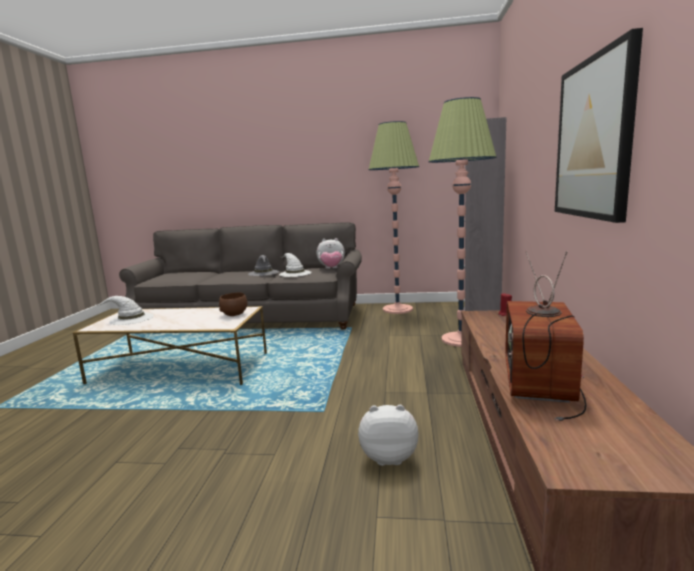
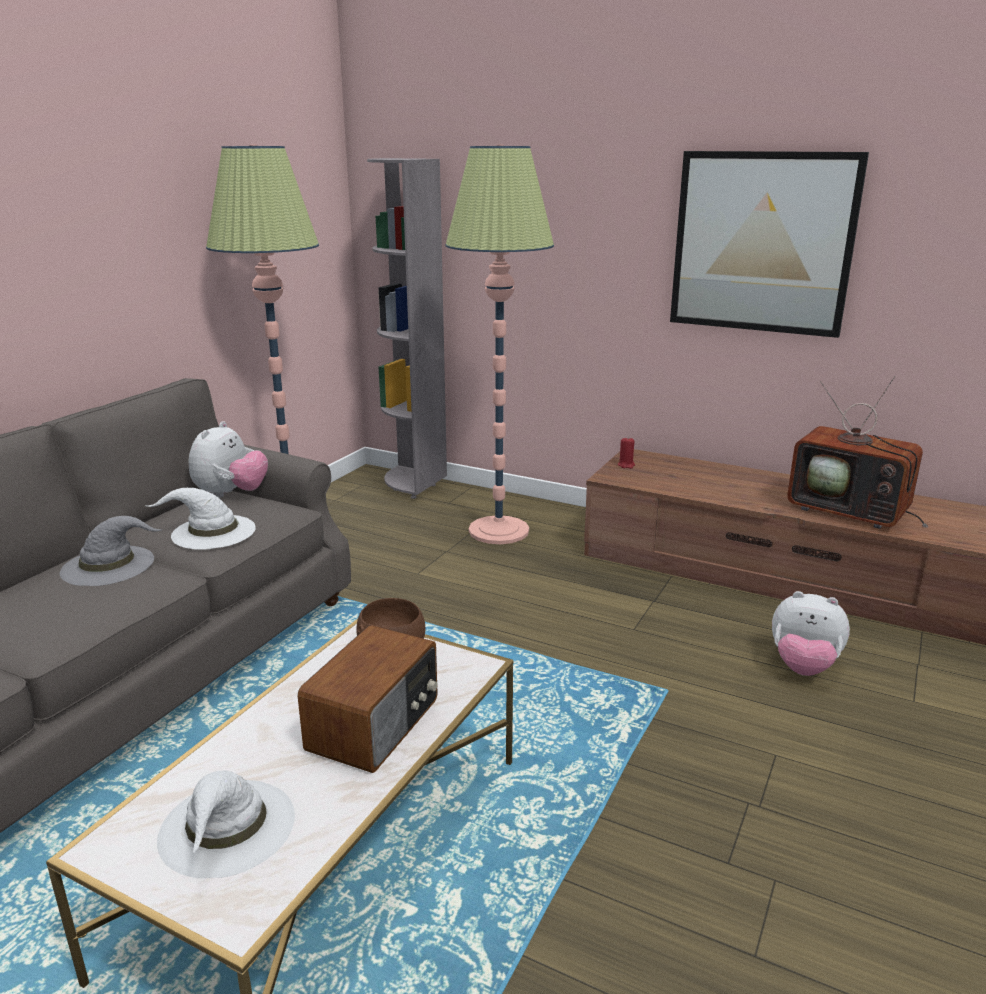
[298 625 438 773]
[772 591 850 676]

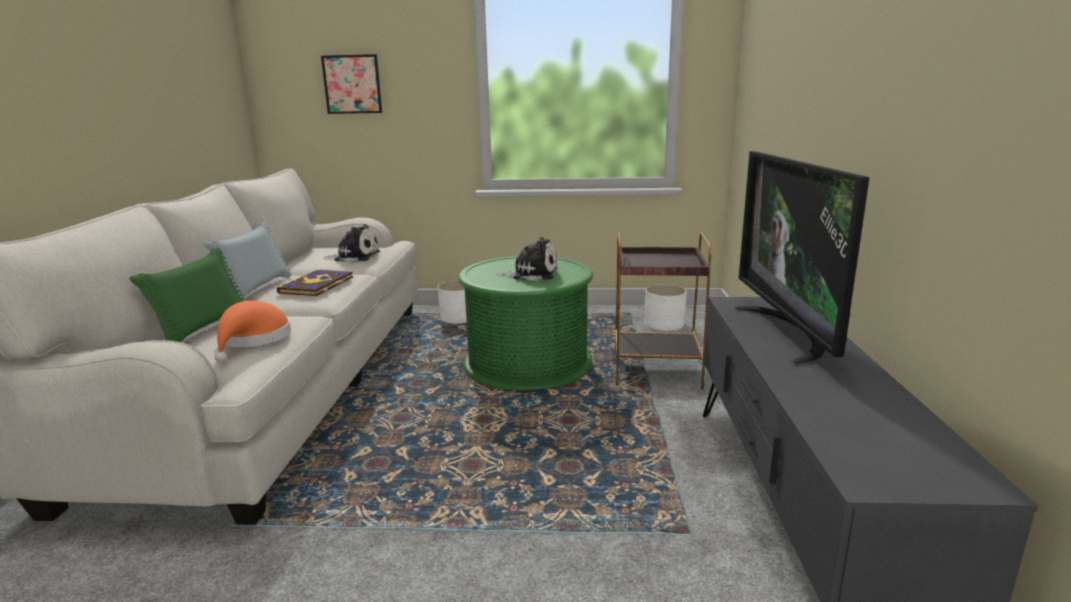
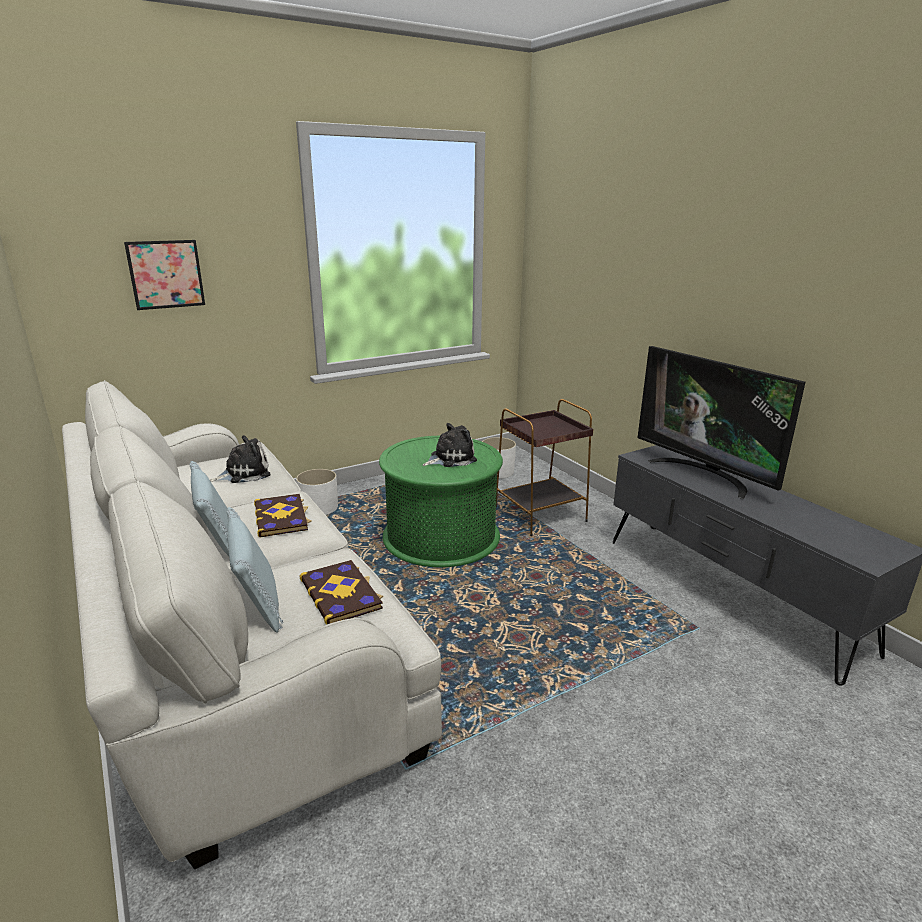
[226 507 283 633]
[300 560 383 625]

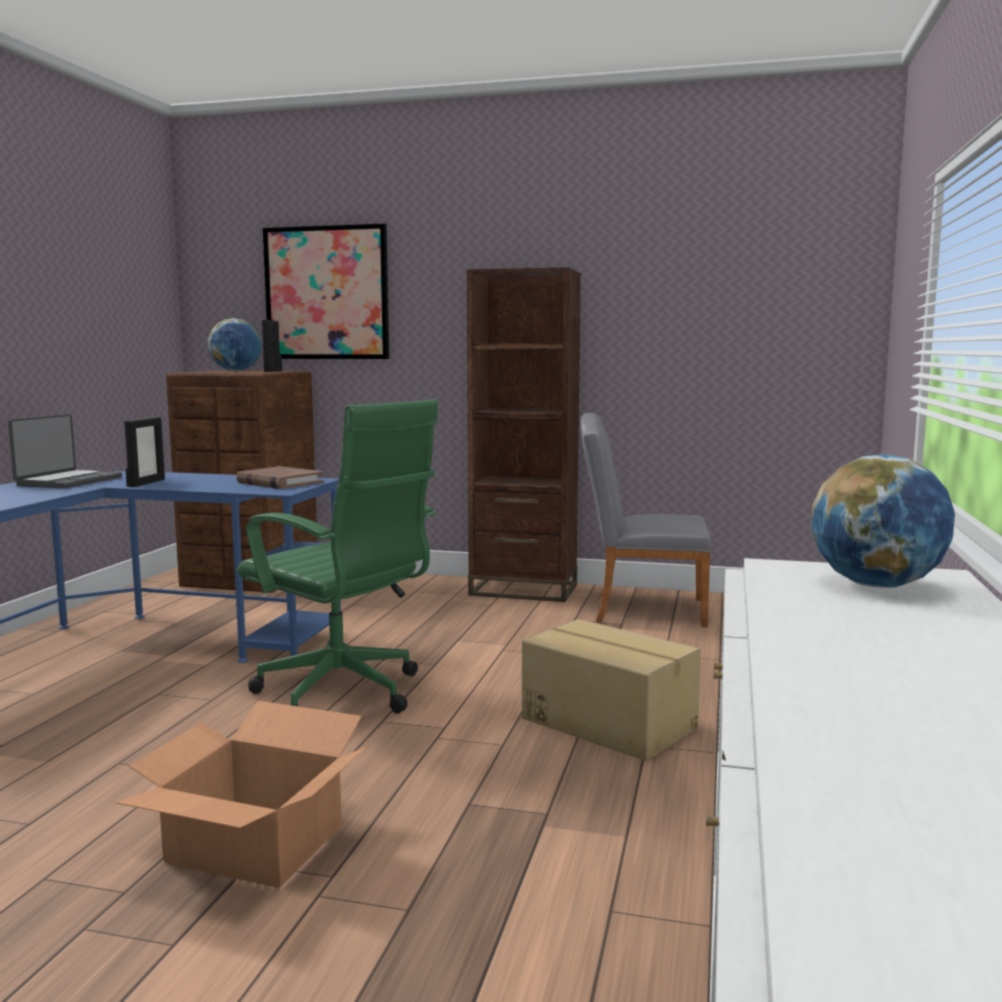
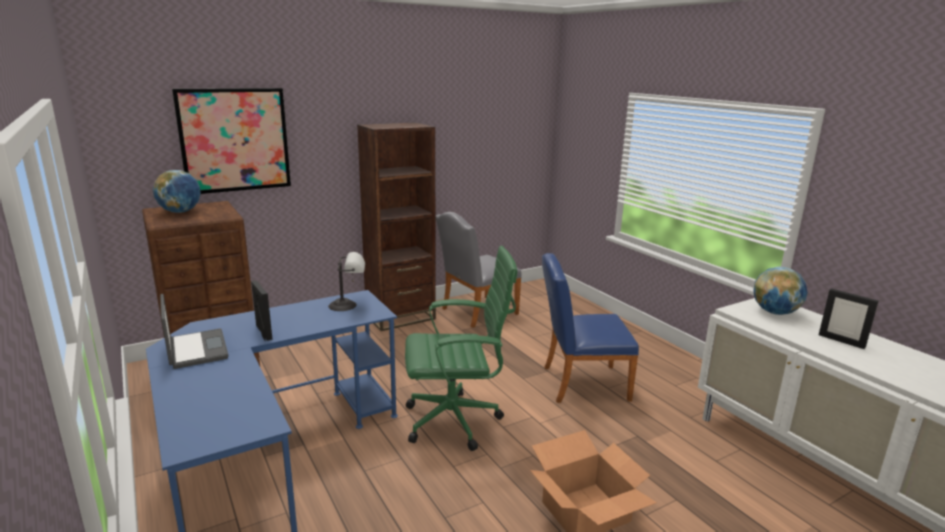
[328 252 365 311]
[542 253 639 403]
[819 288 878 349]

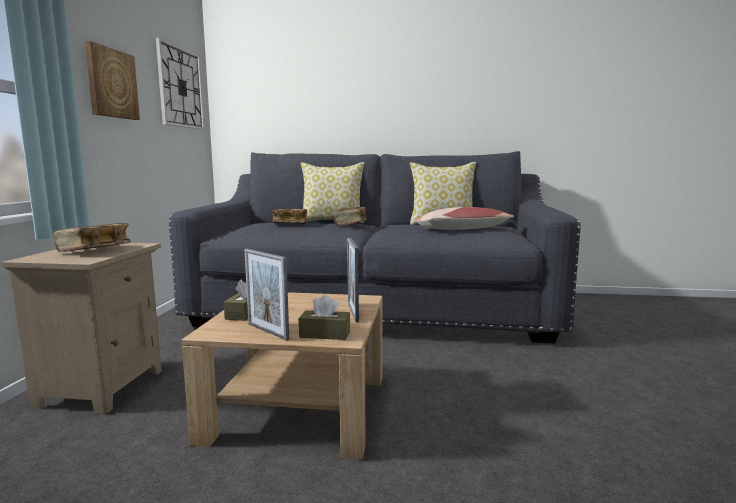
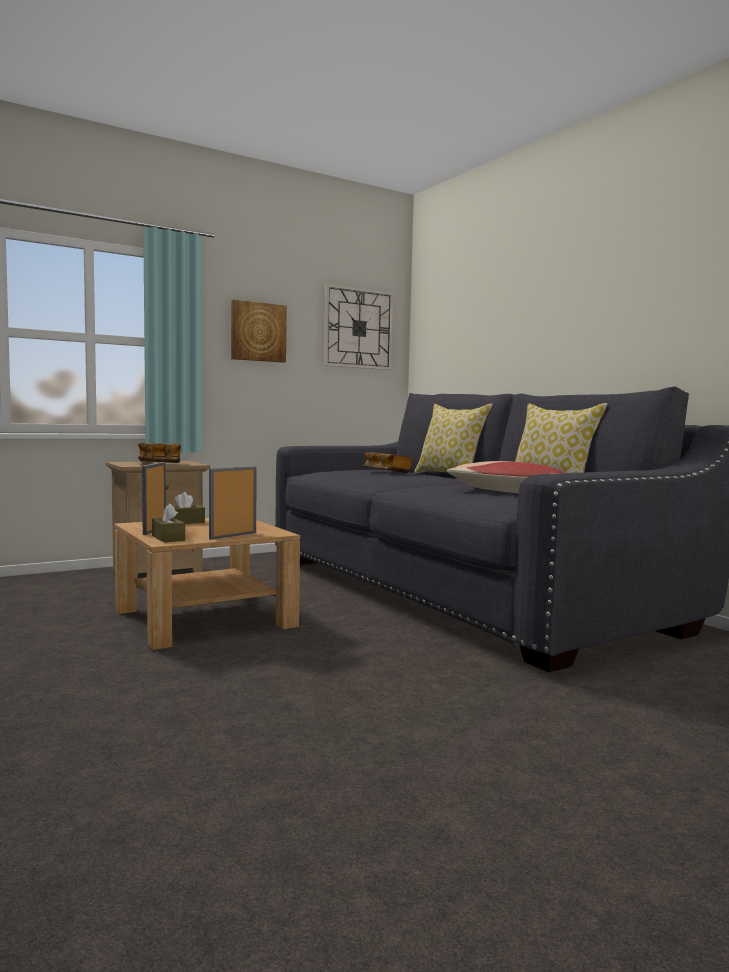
[334 207 367 226] (first image)

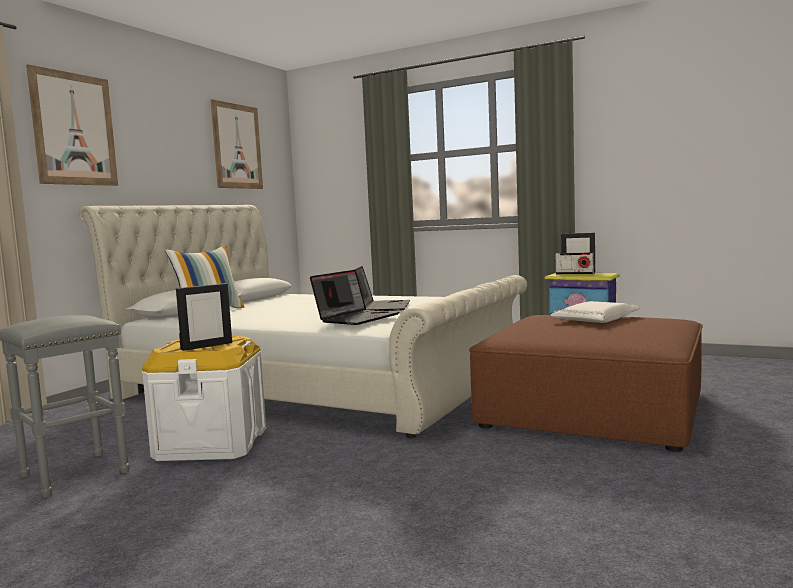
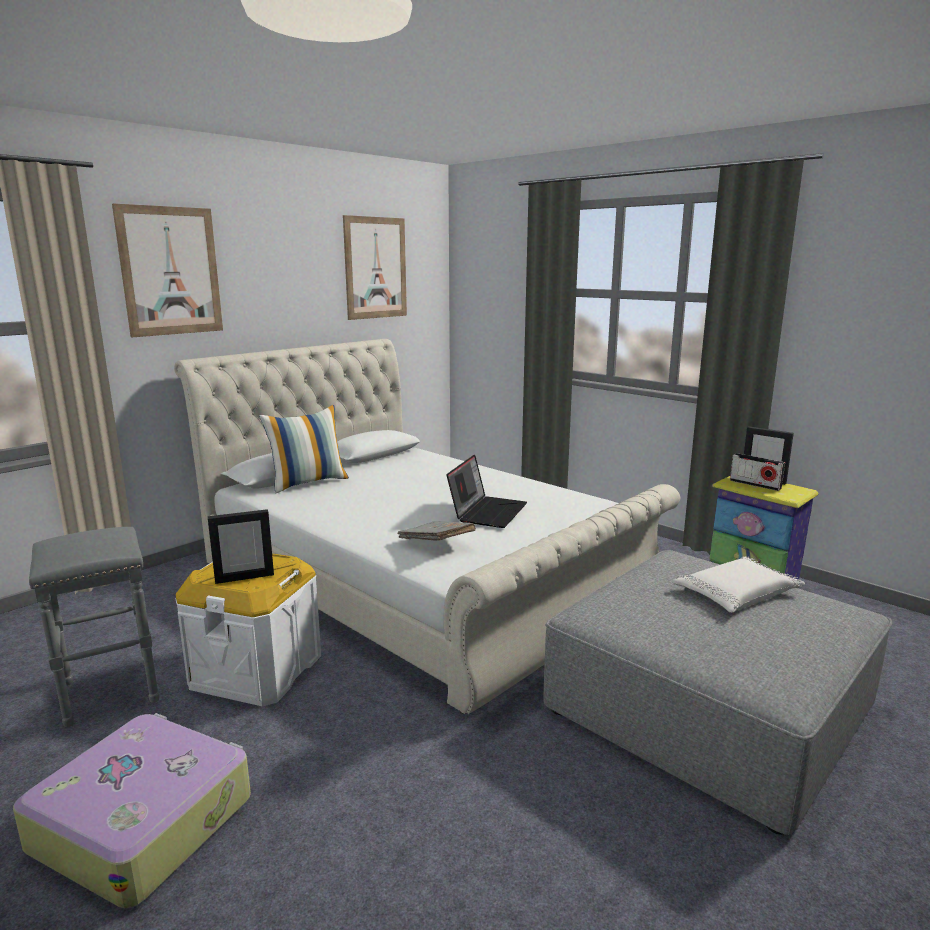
[13 713 251 909]
[397 521 476 541]
[544 550 893 835]

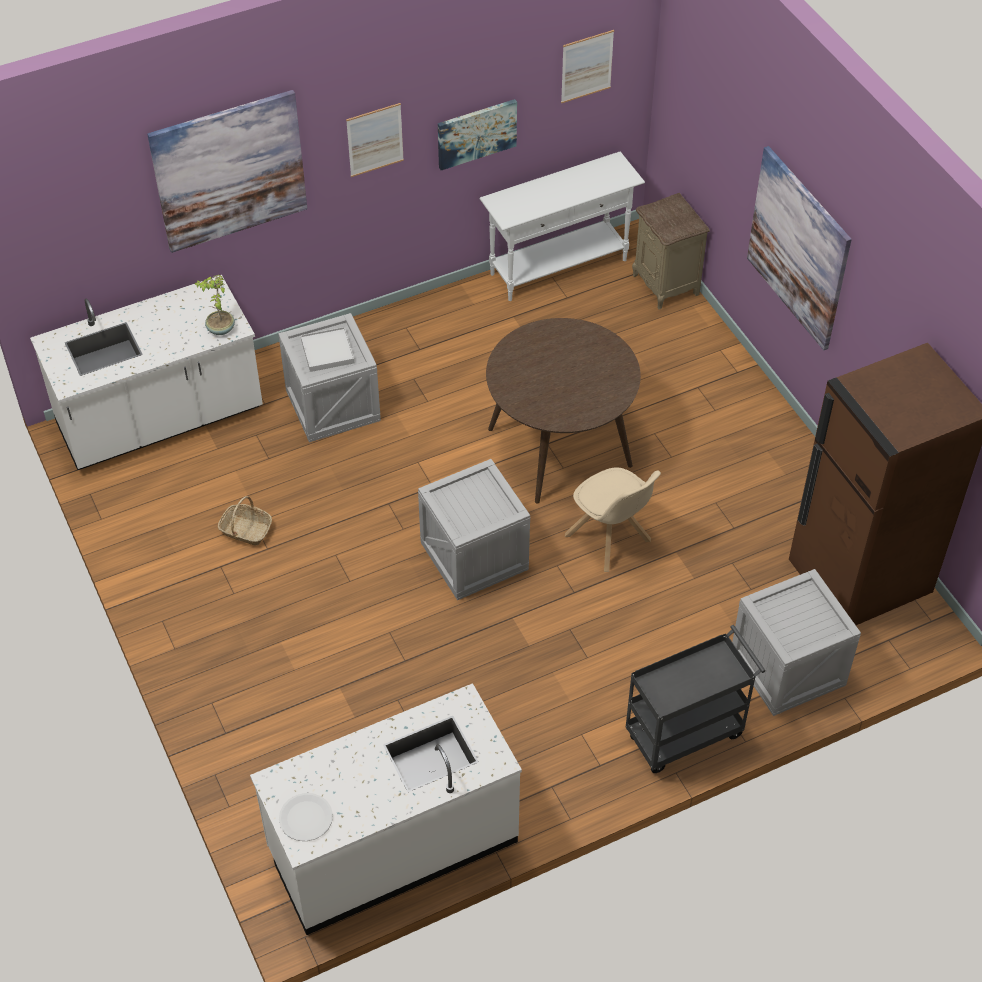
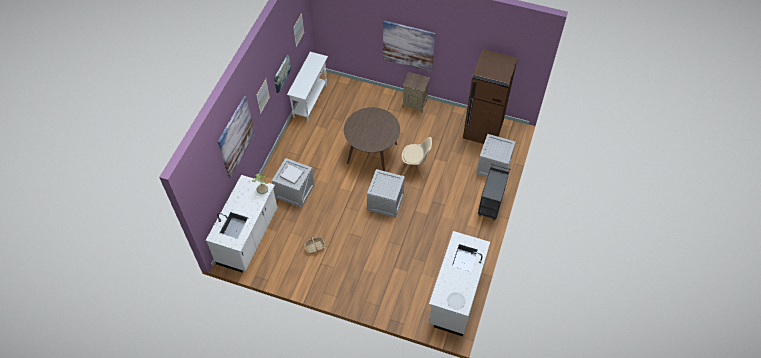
[402 72 430 113]

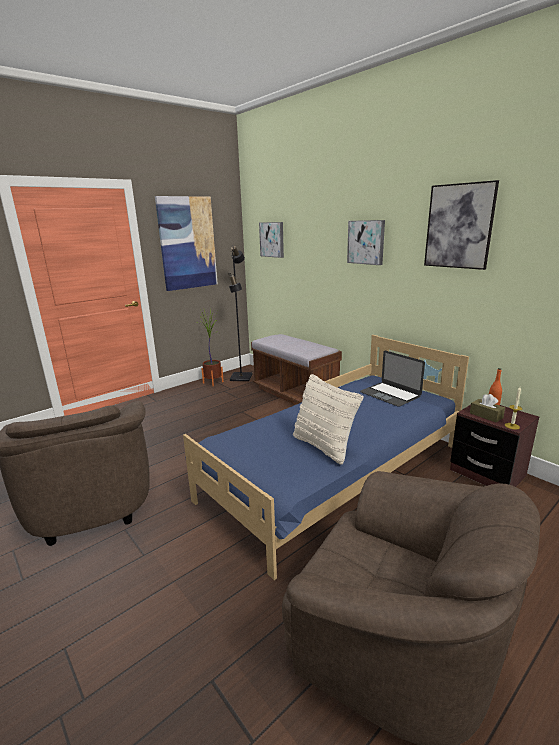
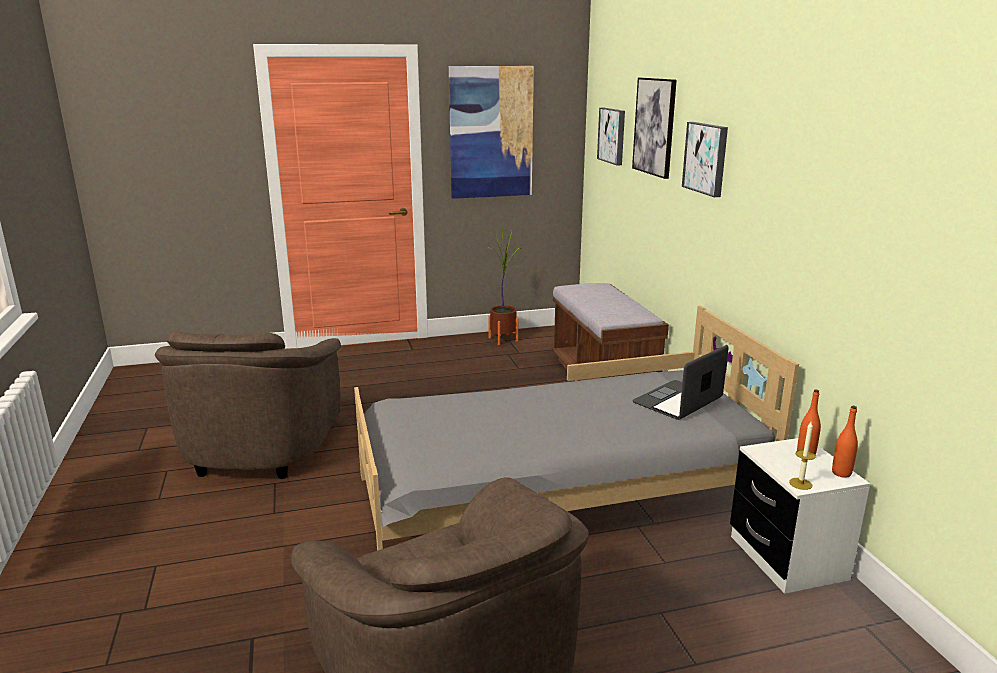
[354 305 799 551]
[632 78 677 179]
[632 345 728 420]
[730 438 870 594]
[832 406 858 478]
[228 245 252 381] (first image)
[293 374 364 464] (first image)
[470 394 505 422] (first image)

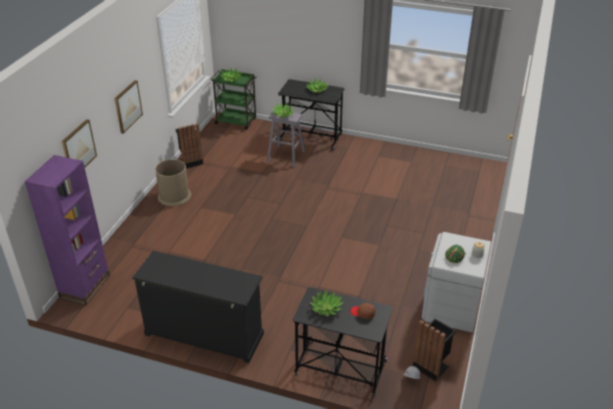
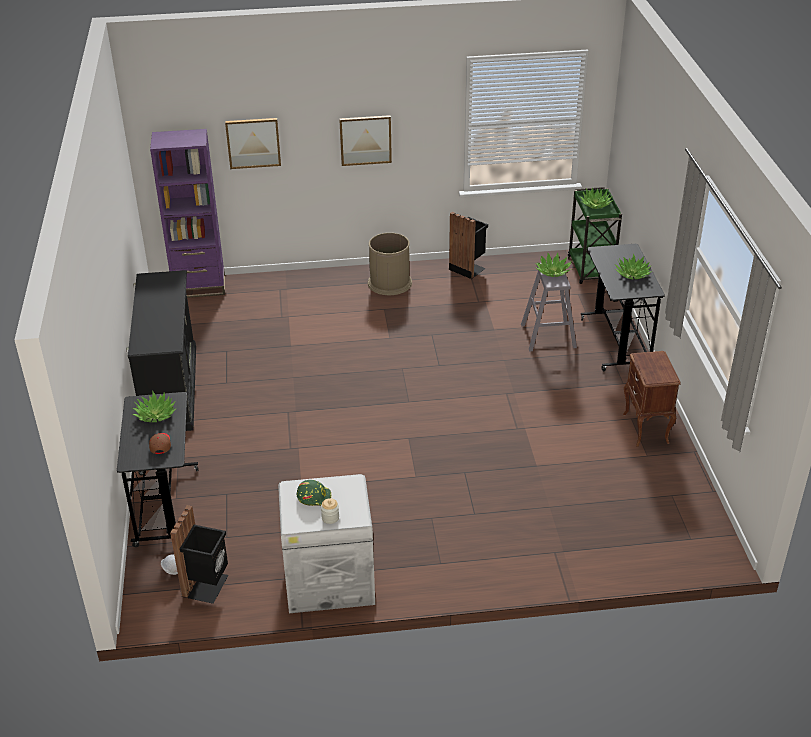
[623 351 681 447]

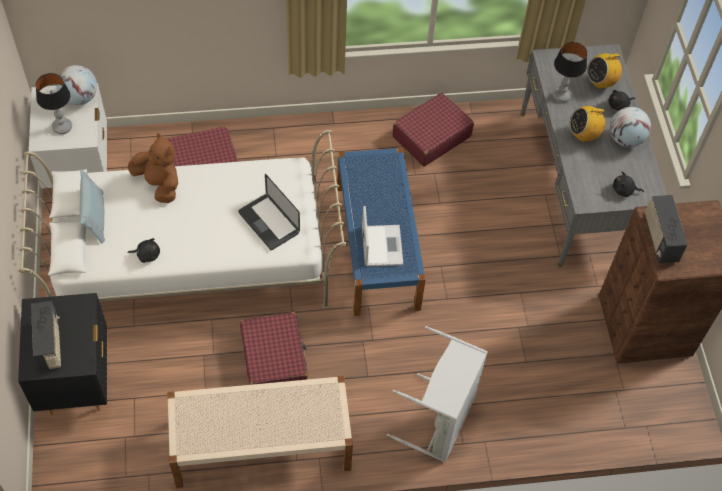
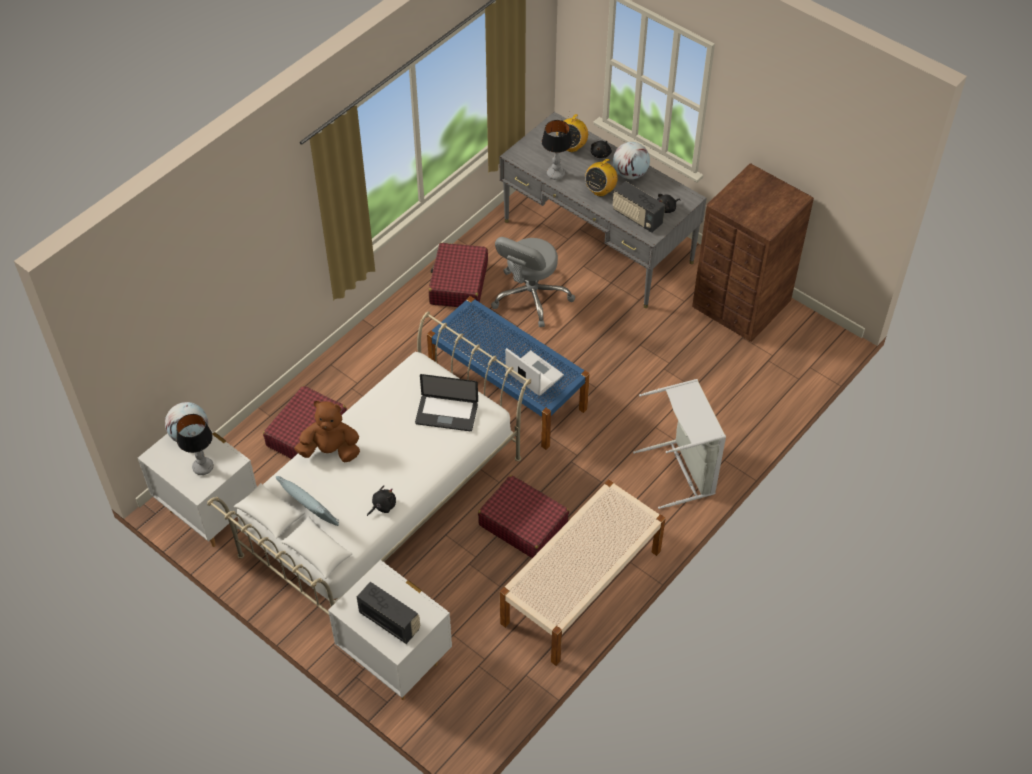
[328 560 452 700]
[491 237 575 327]
[613 181 665 233]

